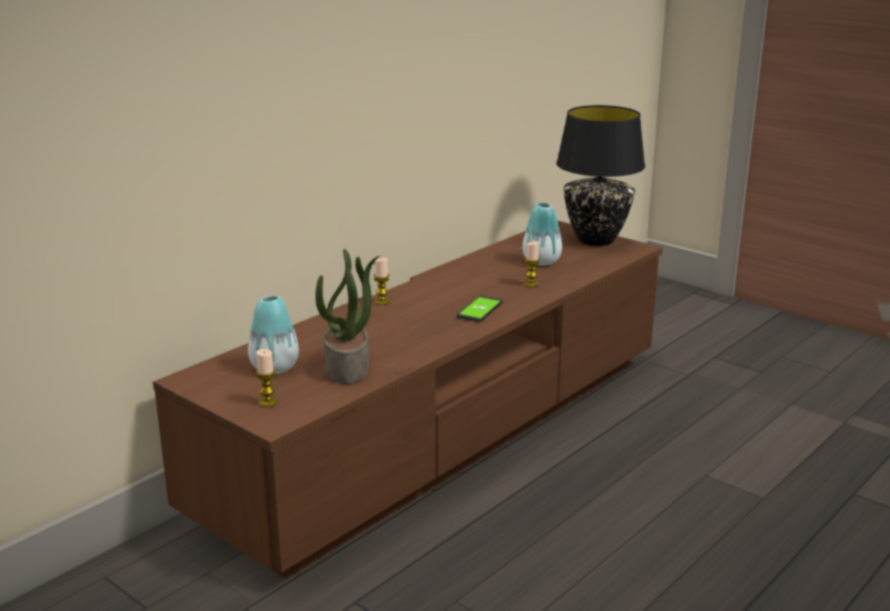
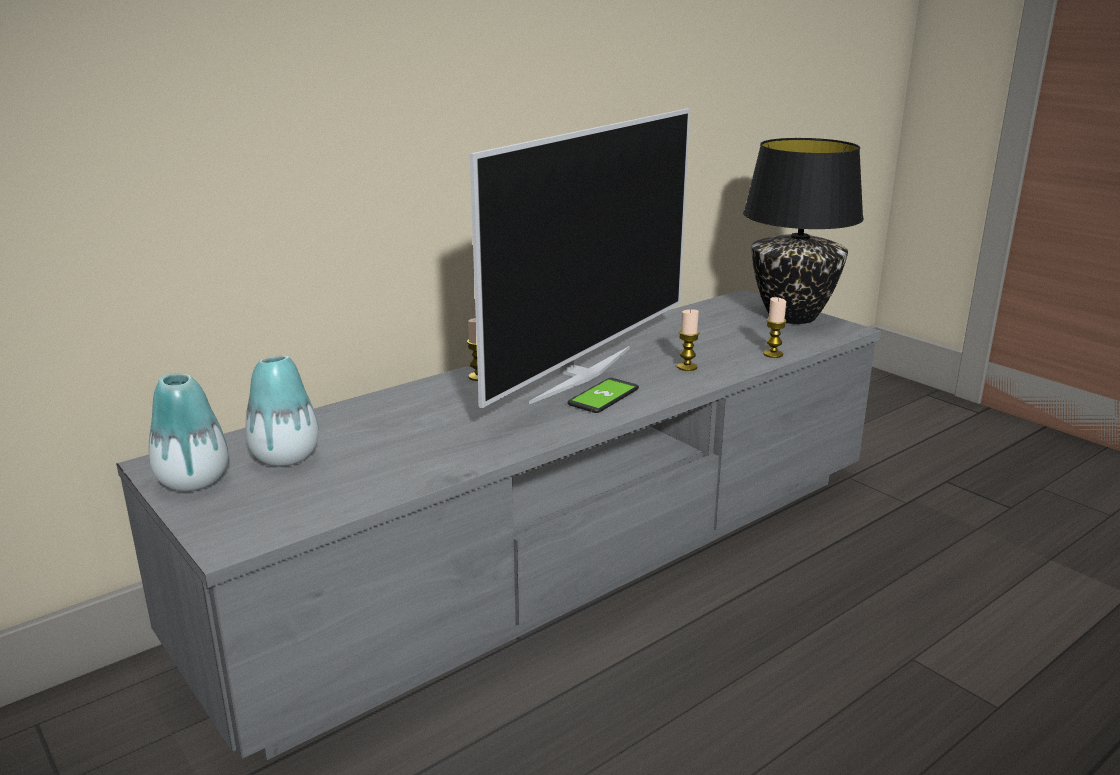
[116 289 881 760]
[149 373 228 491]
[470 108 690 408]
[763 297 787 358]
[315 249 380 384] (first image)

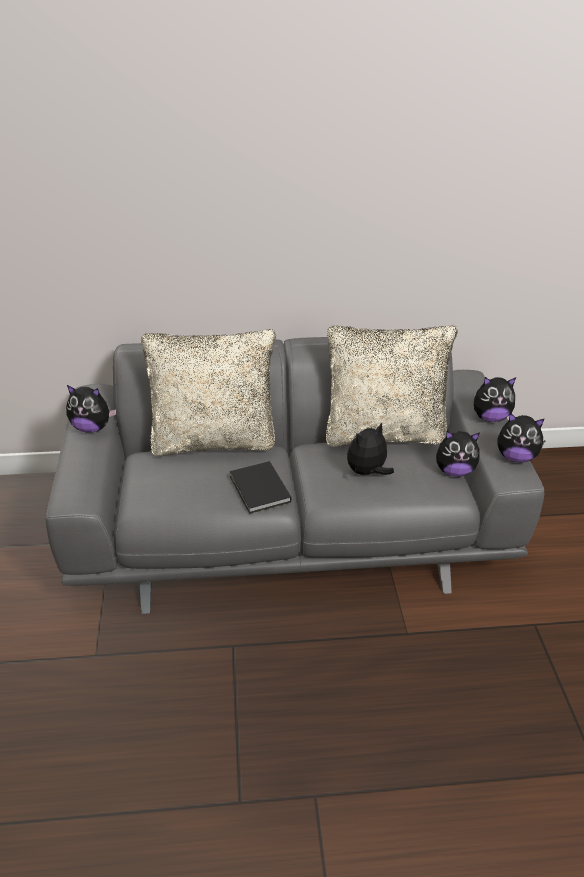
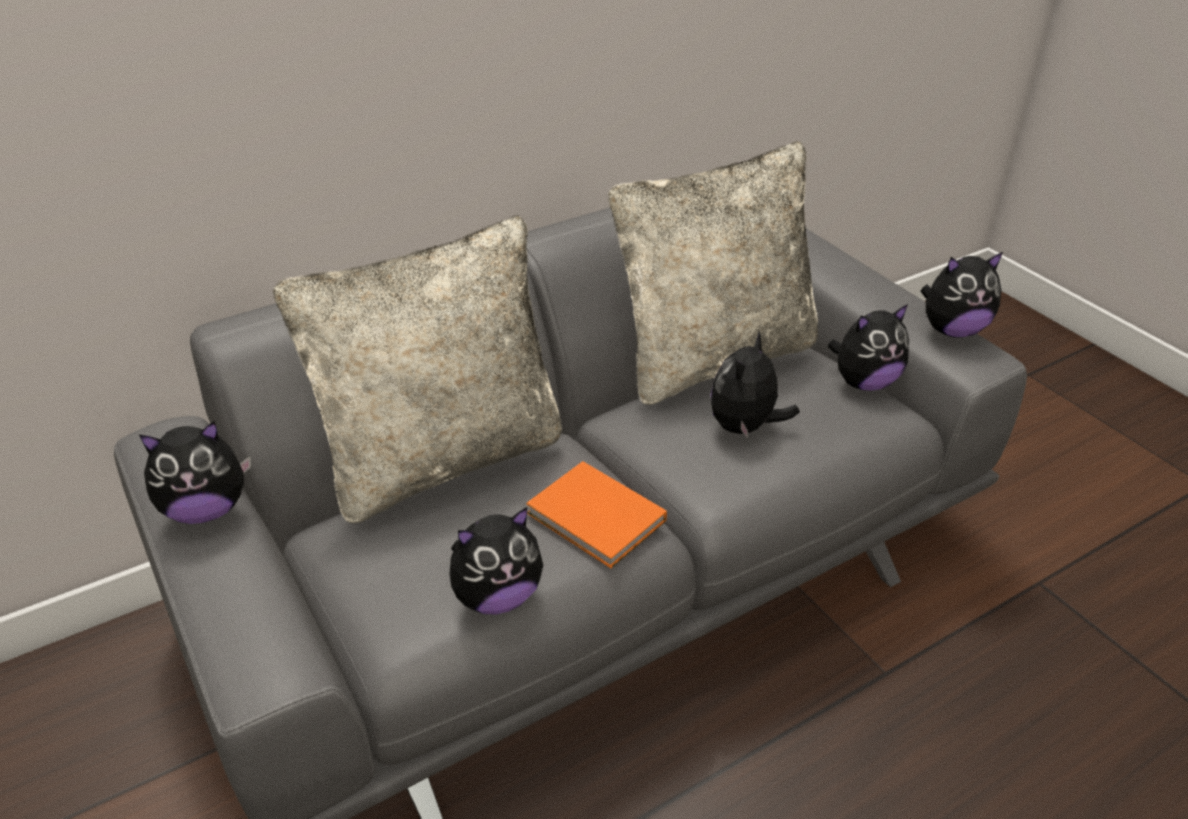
[449 507 543 614]
[526 461 667 568]

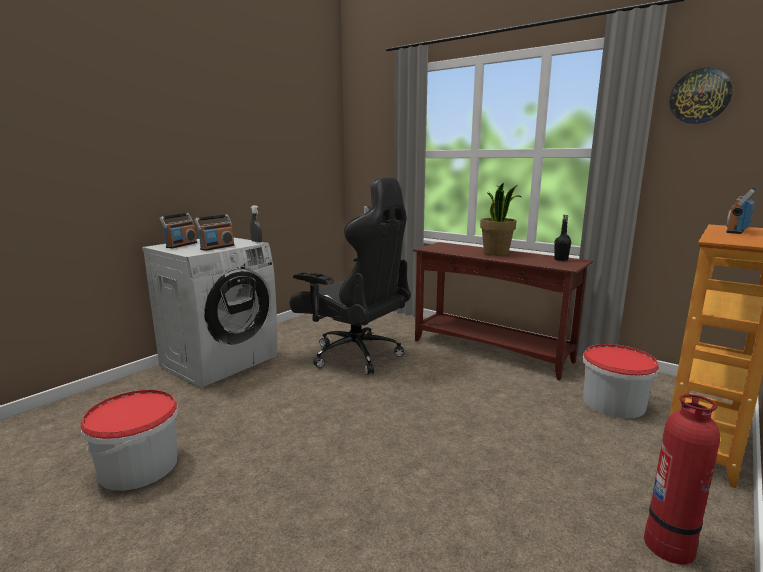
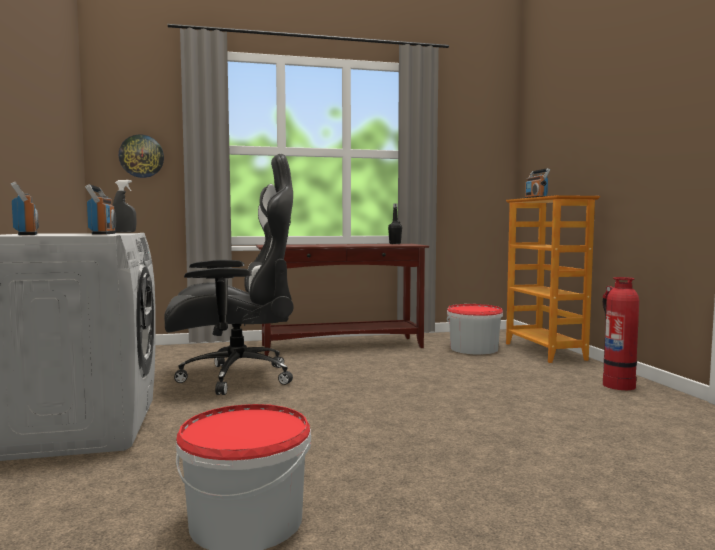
[119 134 164 178]
[480 182 522 256] (first image)

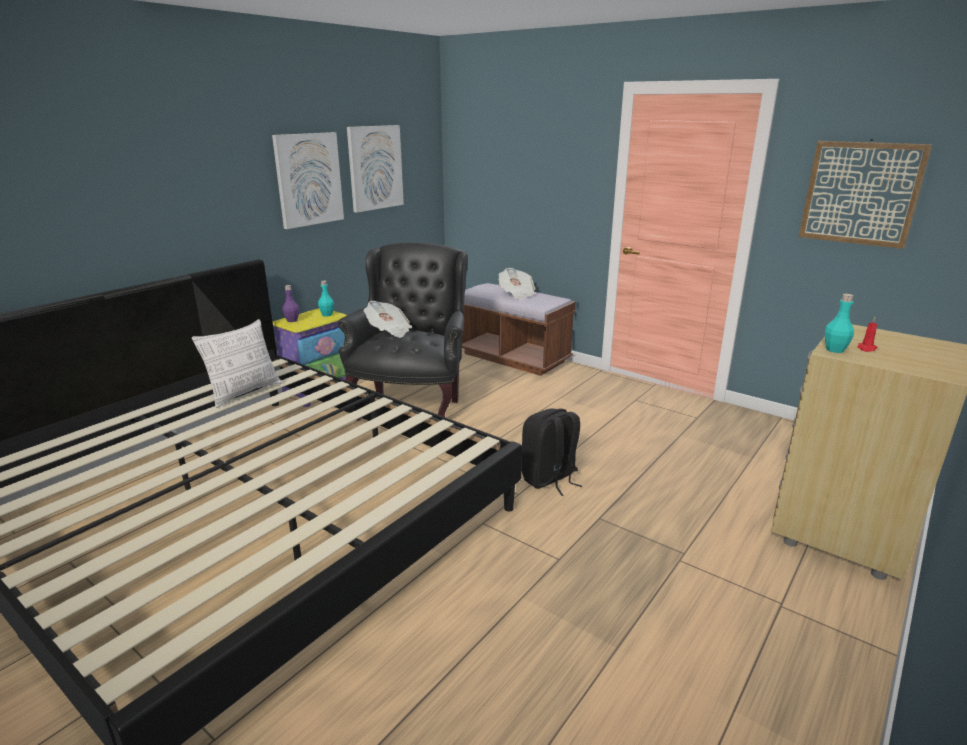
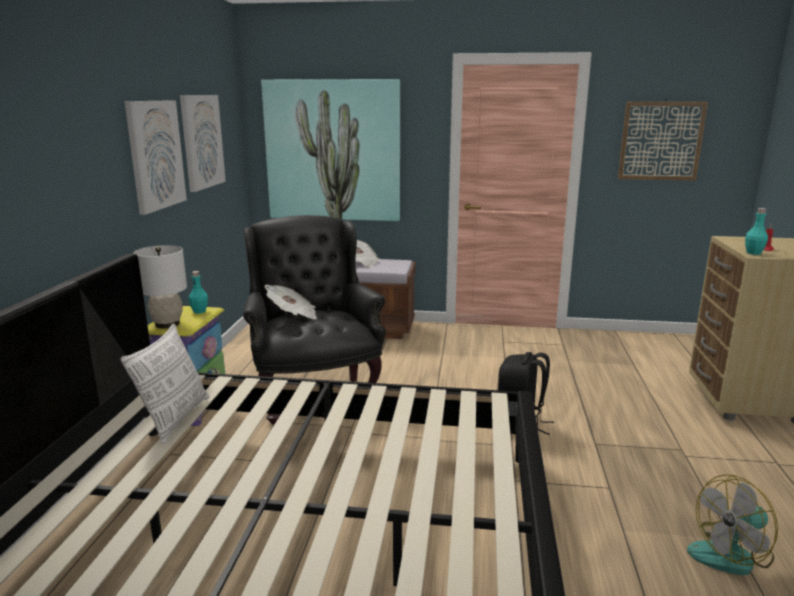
[133 245 187 328]
[261 79 400 221]
[687 474 778 575]

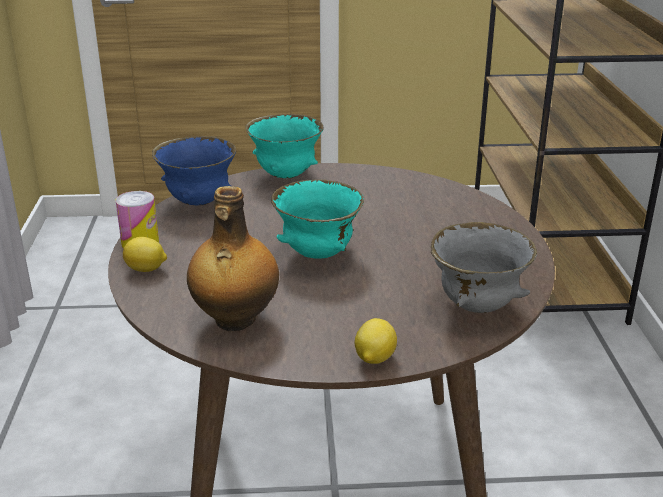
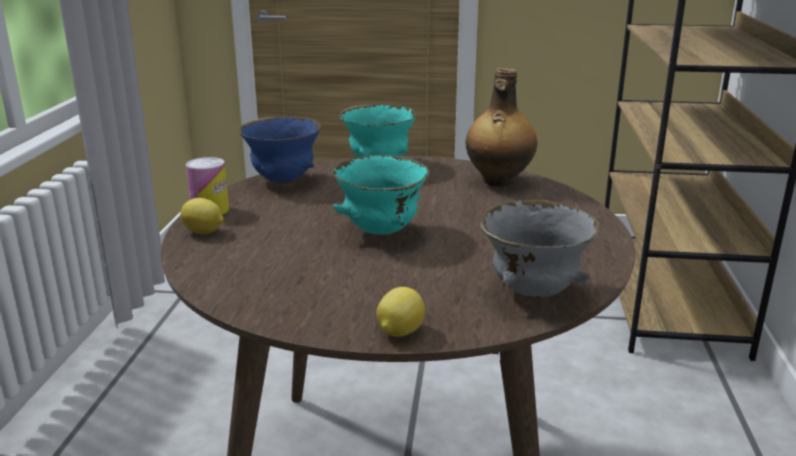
[466 68 538 187]

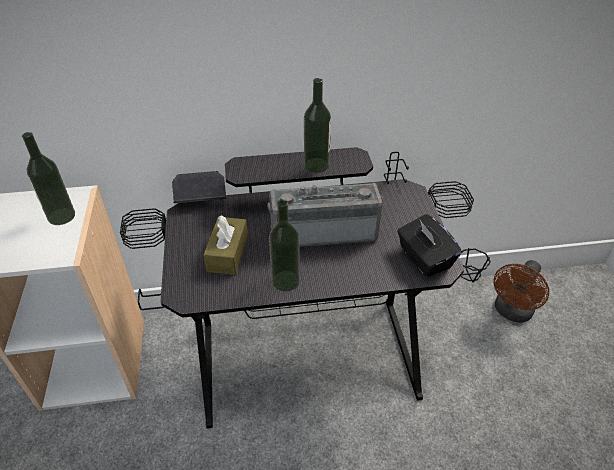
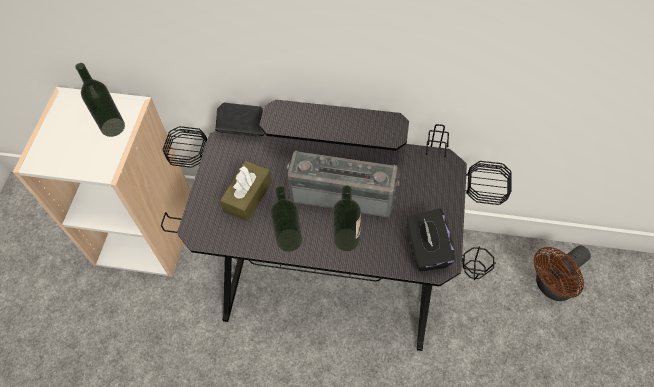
[332 186 361 251]

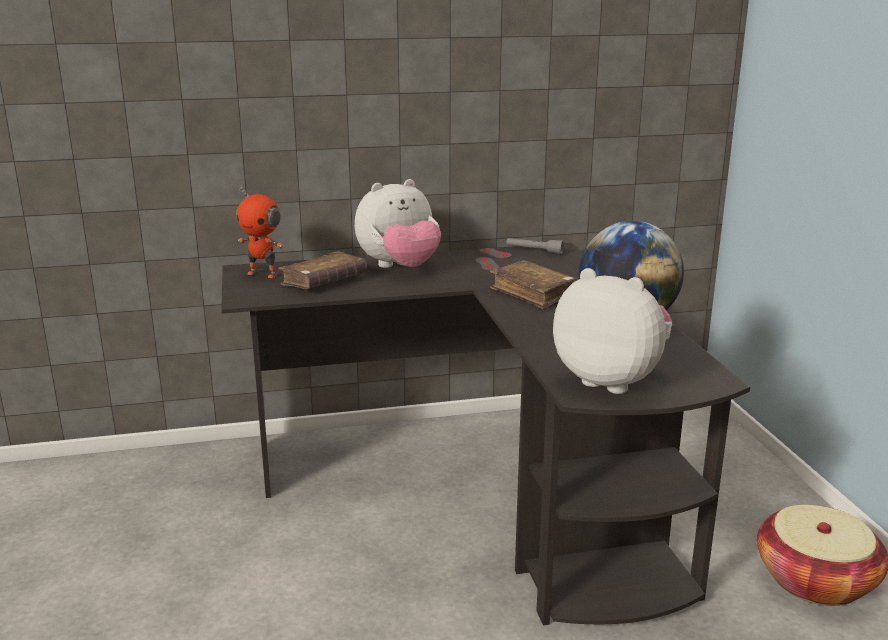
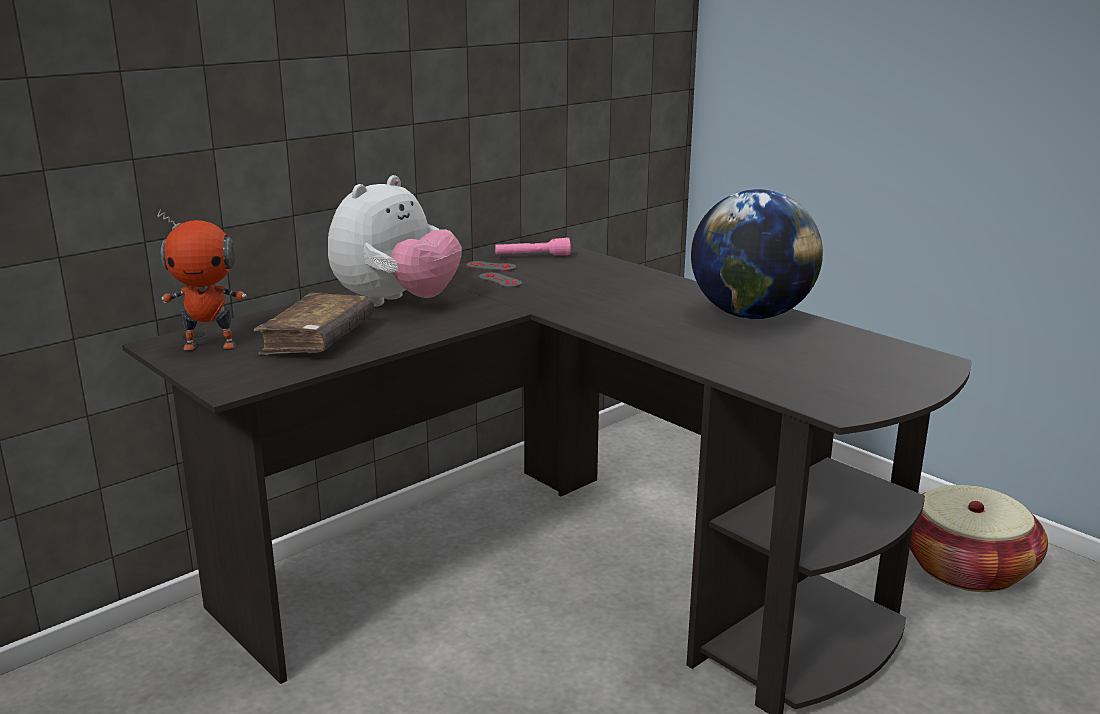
[495 238 571 255]
[490 260 578 309] (first image)
[553 268 672 394] (first image)

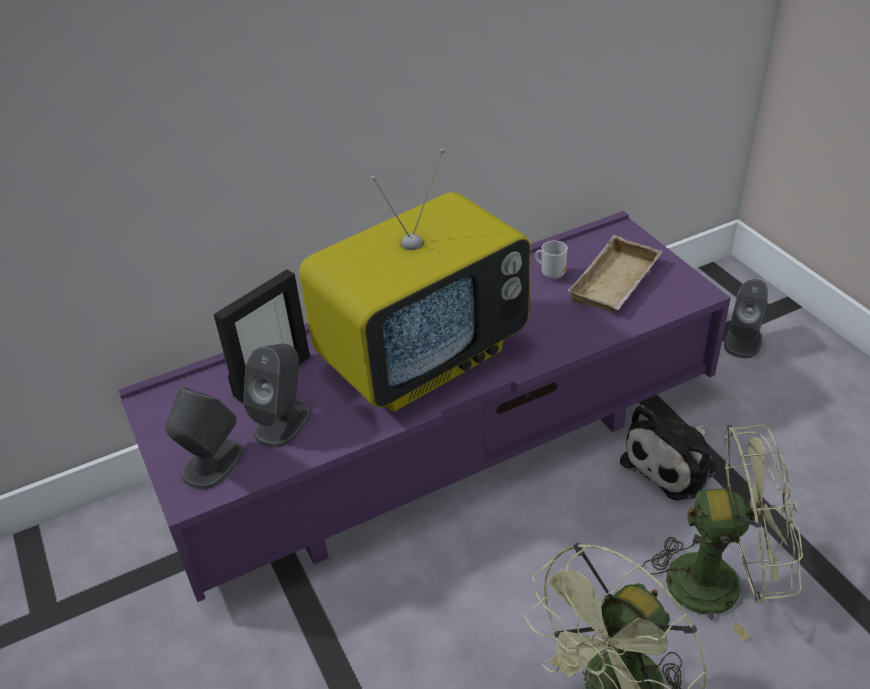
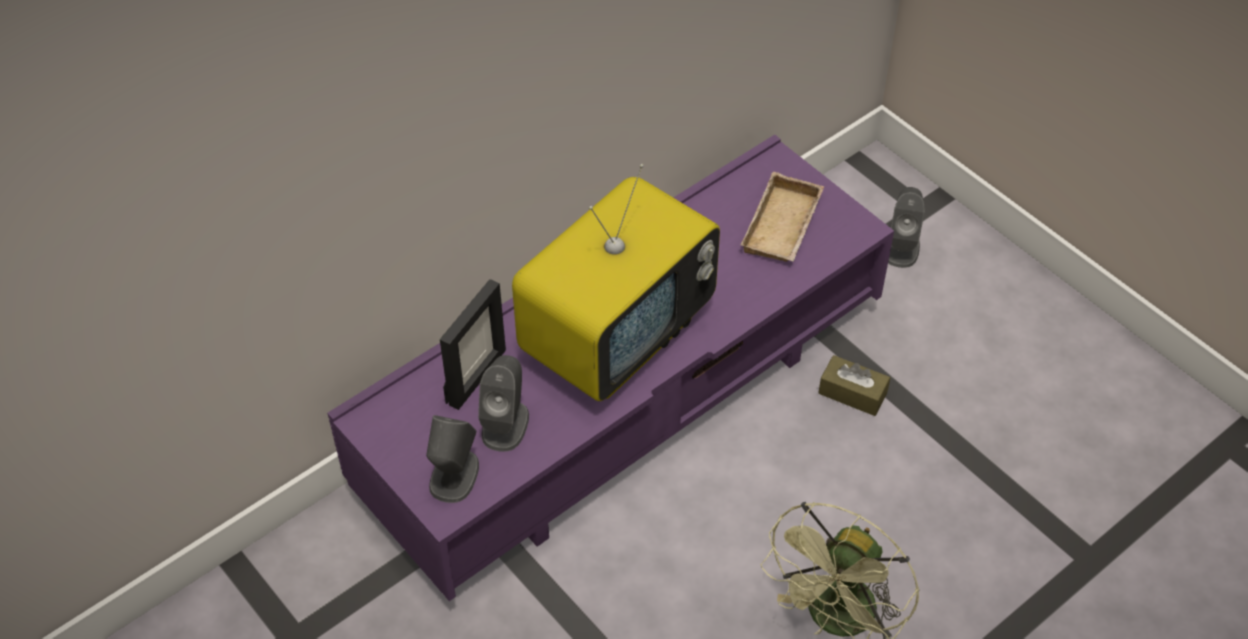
[818 355 890 416]
[535 240 568 279] (first image)
[642 425 803 640] (first image)

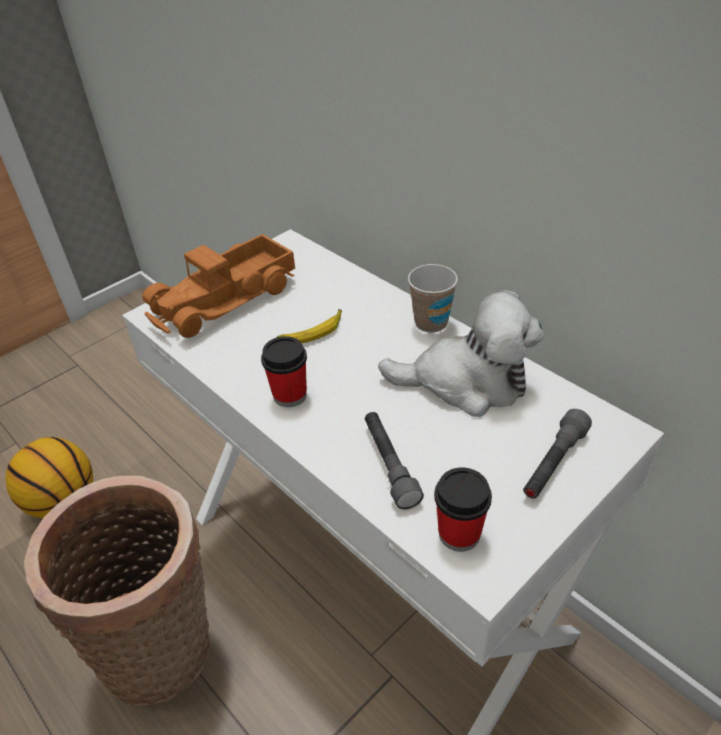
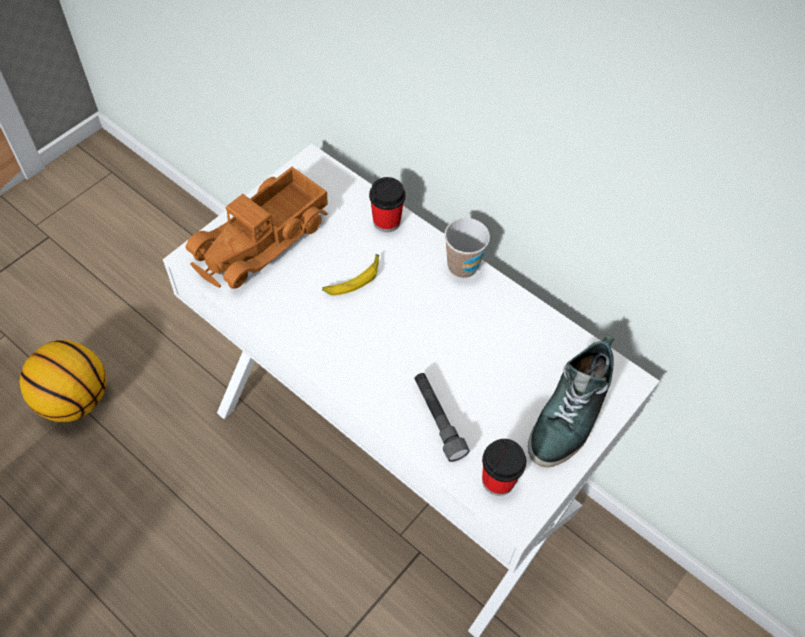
[369 177 405 232]
[528 334 614 467]
[24 476 211 706] (first image)
[378 290 544 417] (first image)

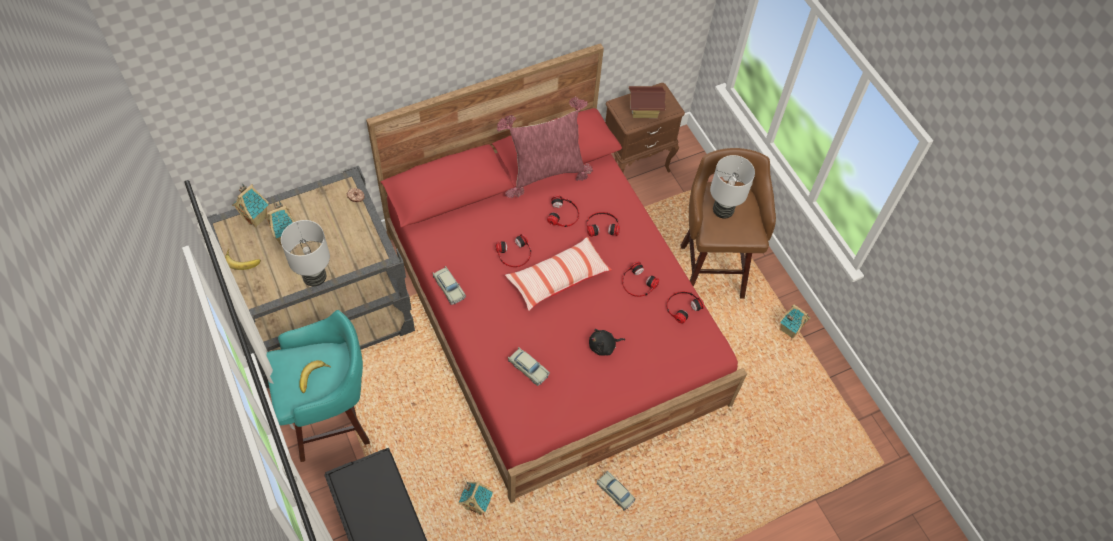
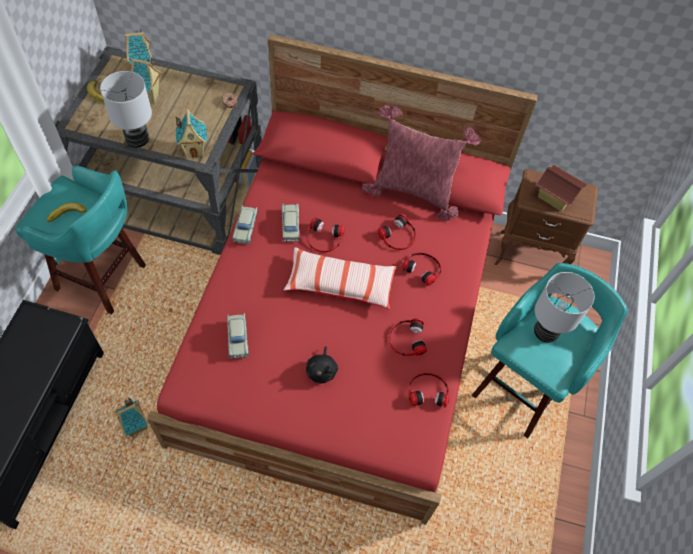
[175 109 207 159]
[281 203 300 242]
[306 346 338 383]
[472 263 628 438]

